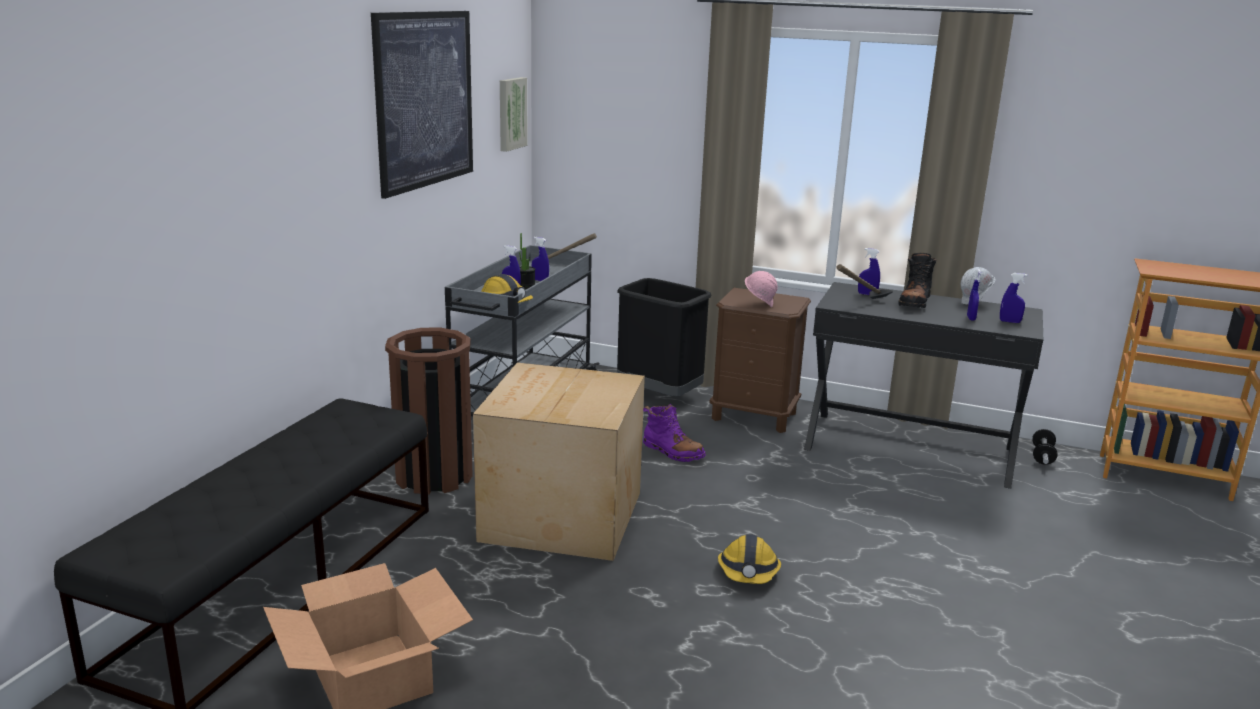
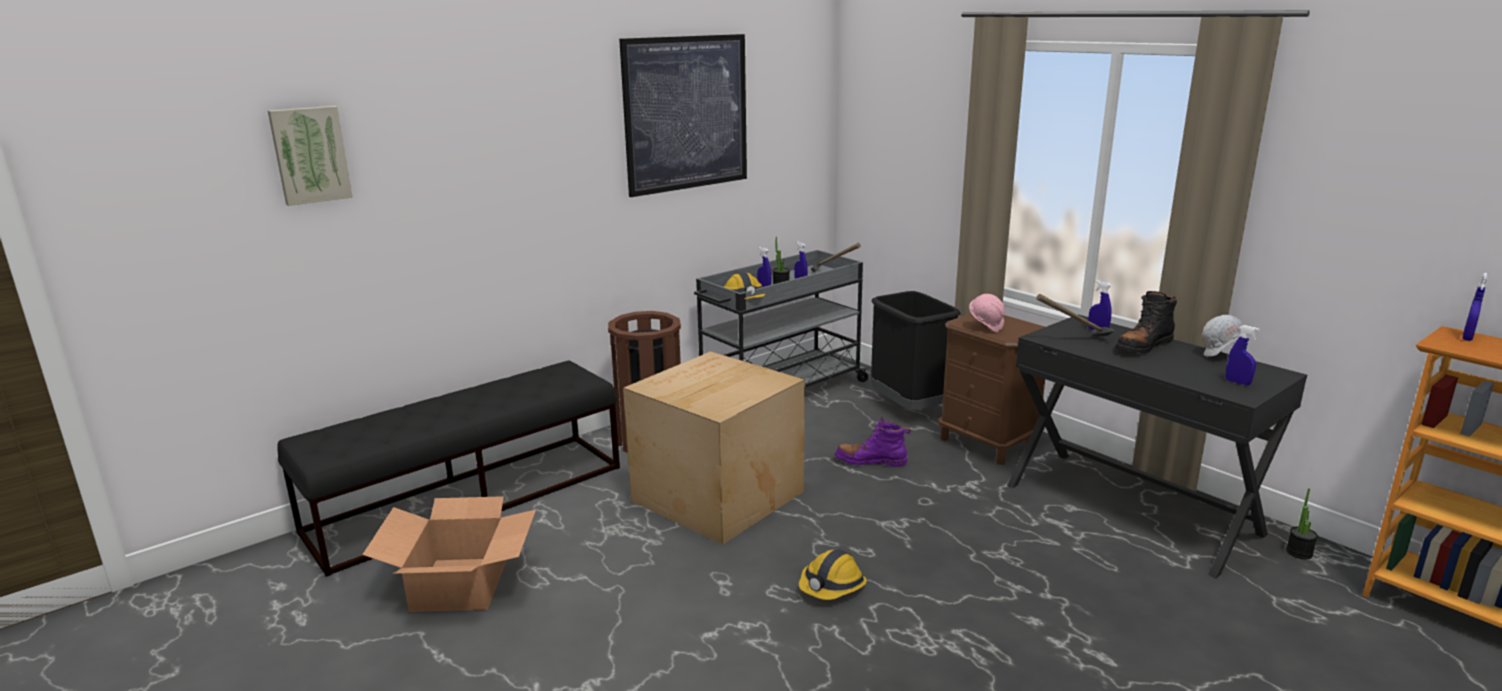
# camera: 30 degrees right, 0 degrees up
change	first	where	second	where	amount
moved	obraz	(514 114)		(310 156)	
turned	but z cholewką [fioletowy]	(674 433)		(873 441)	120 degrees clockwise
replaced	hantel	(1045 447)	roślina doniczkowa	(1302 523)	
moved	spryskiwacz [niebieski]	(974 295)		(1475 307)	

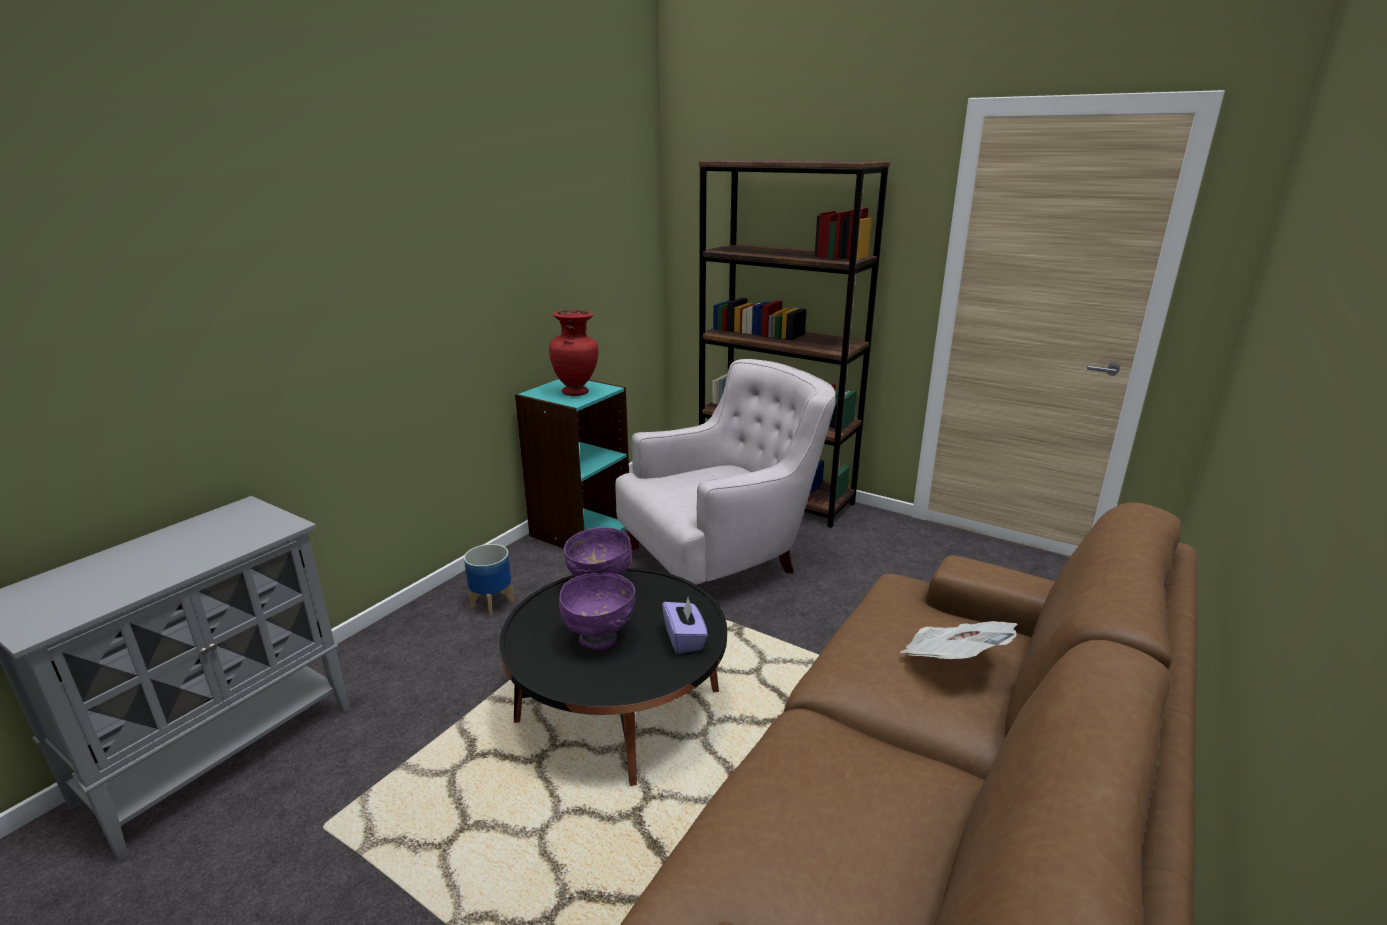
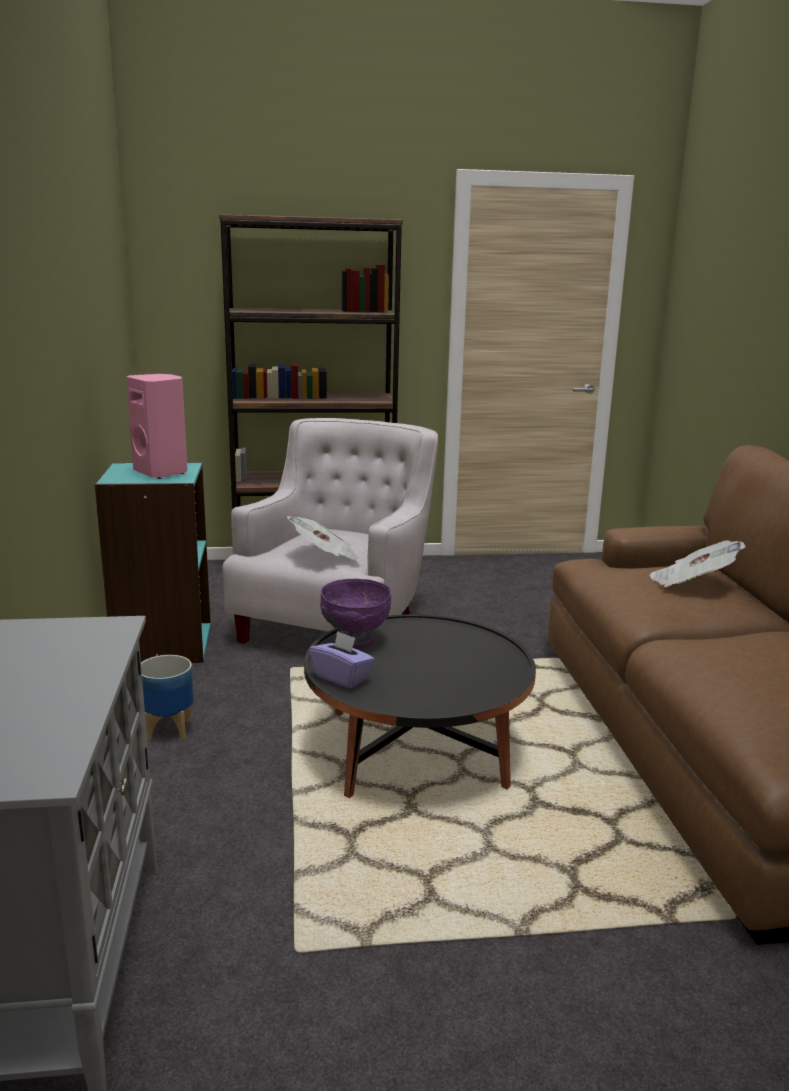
# camera: 40 degrees left, 5 degrees down
change	first	where	second	where	amount
replaced	wazon [czerwony]	(573 353)	głośnik [różowy]	(157 426)	
added			gazeta	(324 538)	
moved	pudełko chusteczek [fioletowy]	(685 626)		(342 659)	
removed	miska [fioletowy]	(597 611)			

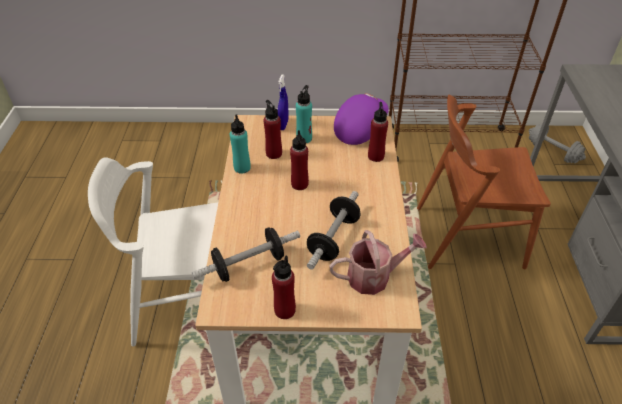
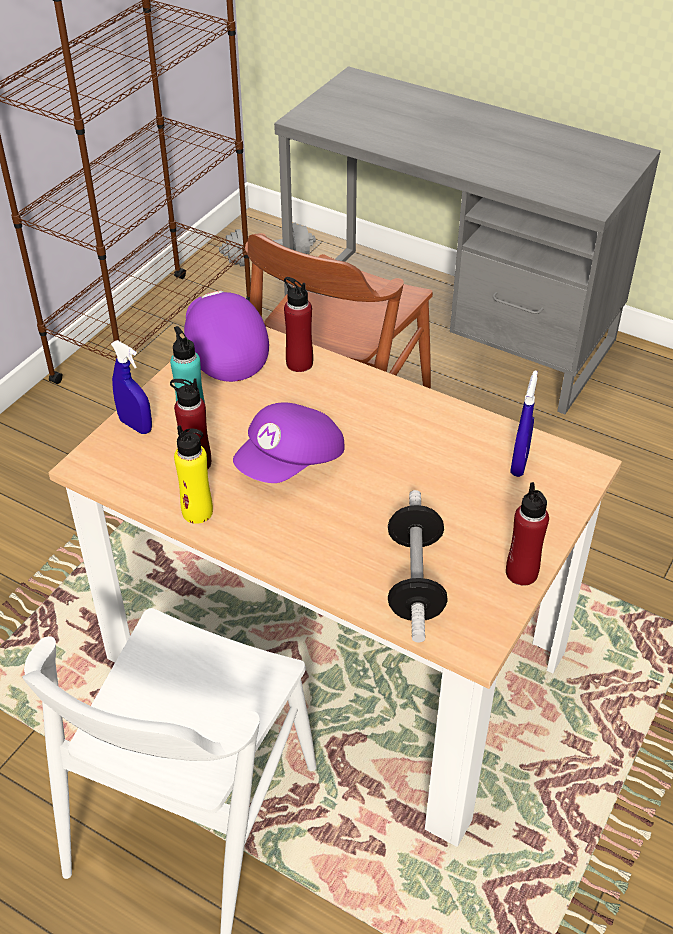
# camera: 60 degrees left, 0 degrees up
change	first	where	second	where	amount
recoloured	butelka [turkusowy]	(240 144)	butelka [żółty]	(193 474)	
replaced	butelka [czerwony]	(299 160)	czapka z daszkiem [fioletowy]	(288 442)	
replaced	konewka	(378 262)	spryskiwacz [niebieski]	(524 424)	
removed	hantel	(334 230)			

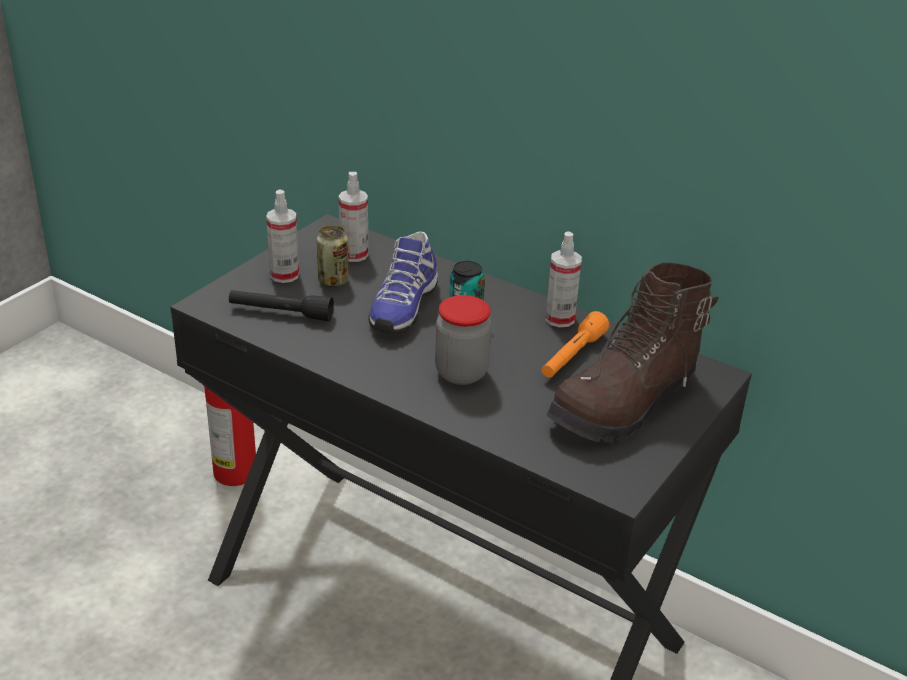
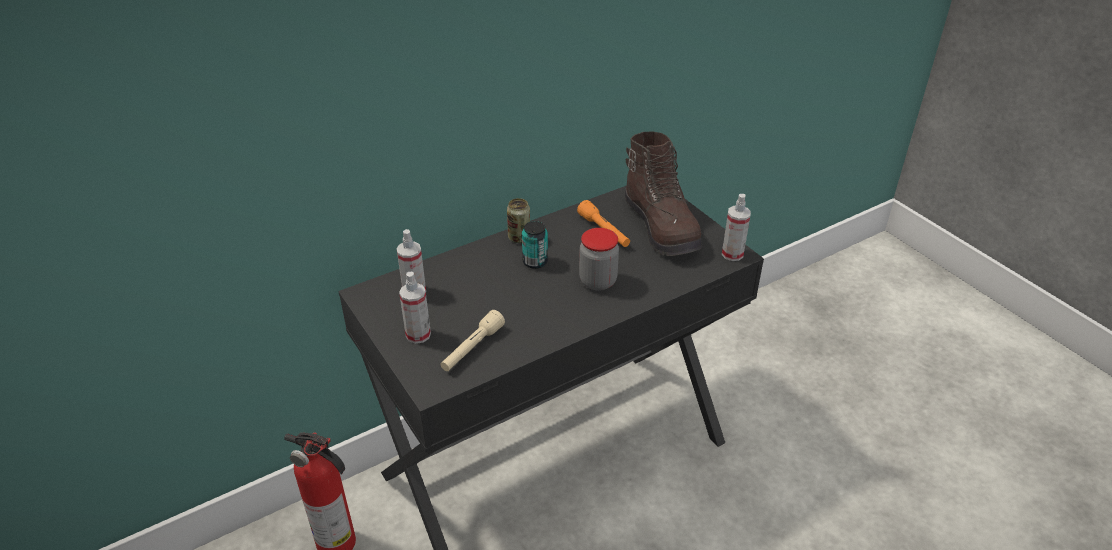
# camera: 65 degrees left, 5 degrees up
change	first	where	second	where	amount
recoloured	latarka [czarny]	(281 305)	latarka [beżowy]	(472 340)	
moved	puszka	(333 256)		(518 220)	
moved	spryskiwacz	(563 279)		(736 227)	
removed	but	(403 283)			

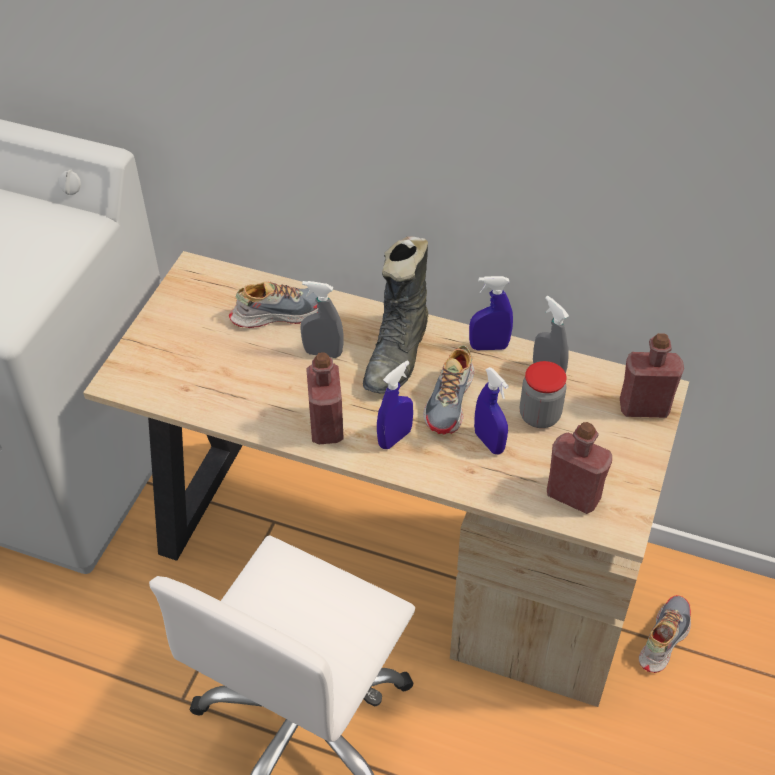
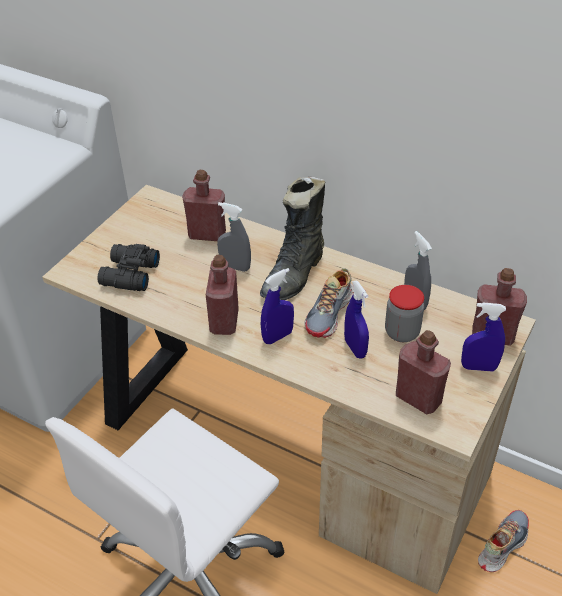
# camera: 10 degrees right, 5 degrees down
change	first	where	second	where	amount
added			lornetka [czarny]	(128 267)	
replaced	but	(273 305)	butelka [czerwony]	(204 205)	
moved	spryskiwacz [niebieski]	(491 313)		(483 337)	

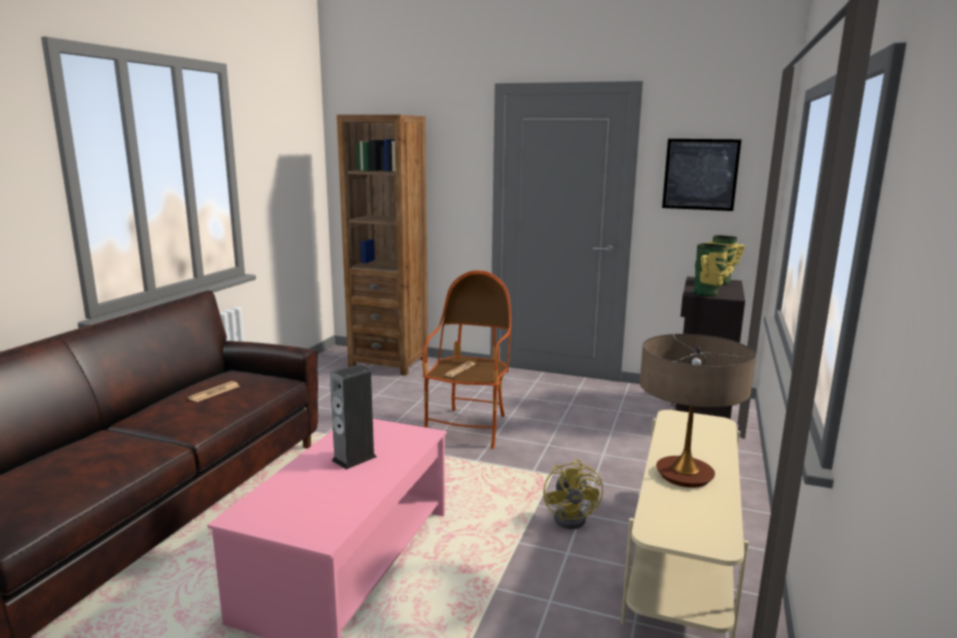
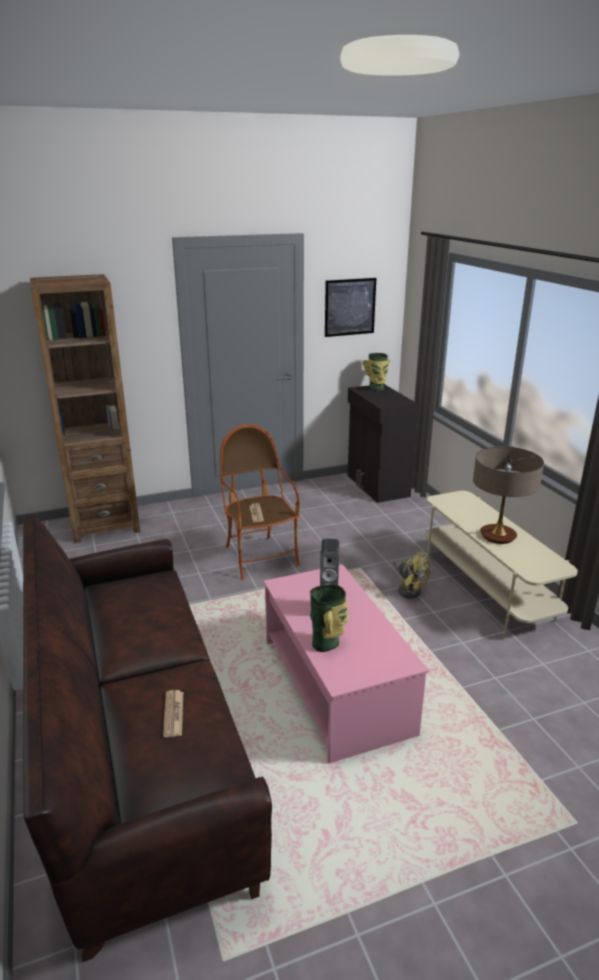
# camera: 40 degrees left, 10 degrees up
change	first	where	second	where	amount
moved	gazeta	(214 391)		(173 713)	
moved	wazon	(711 270)		(329 618)	

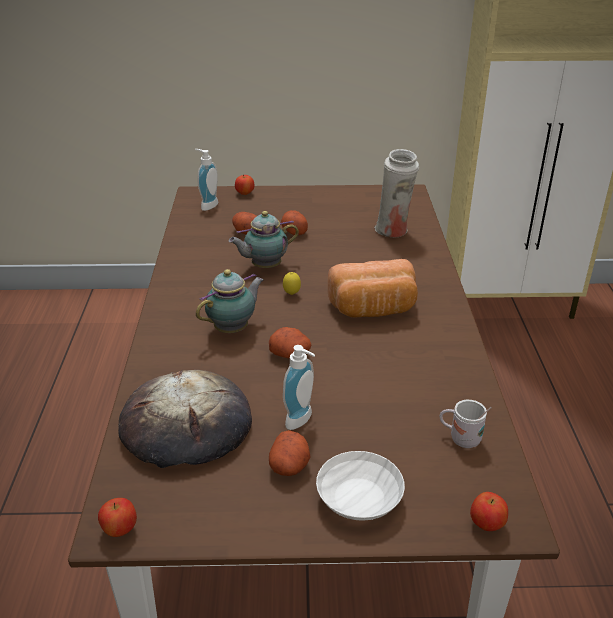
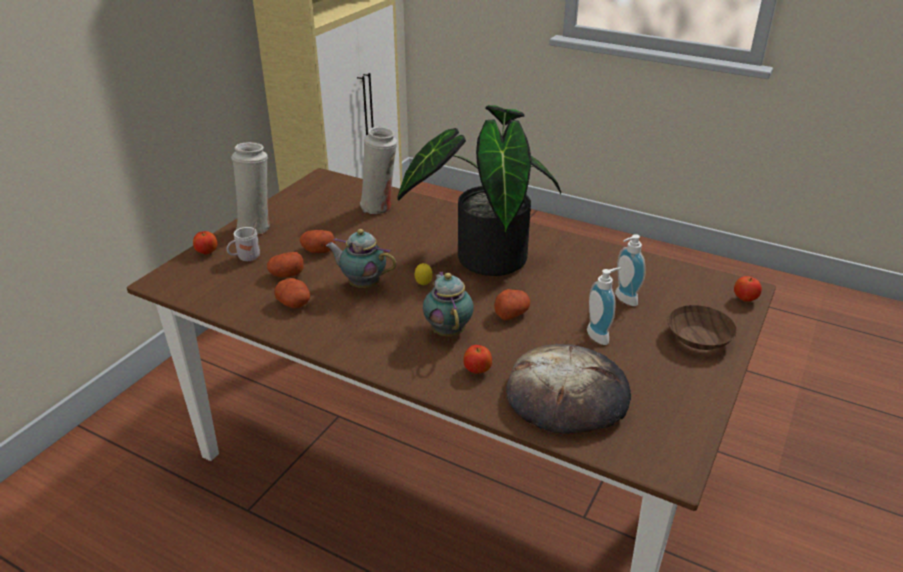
# camera: 60 degrees left, 0 degrees up
change	first	where	second	where	amount
moved	kubek [biały]	(466 424)		(243 241)	
added			wazon [biały]	(250 188)	
moved	ziemniak	(290 453)		(292 293)	
turned	imbryk	(263 239)		(361 258)	105 degrees clockwise
replaced	chleb	(373 288)	roślina doniczkowa	(479 190)	
moved	jabłko	(117 517)		(477 359)	
moved	dozownik mydła	(206 180)		(630 270)	
recoloured	miska [biały]	(360 486)	miska [brązowy]	(702 327)	

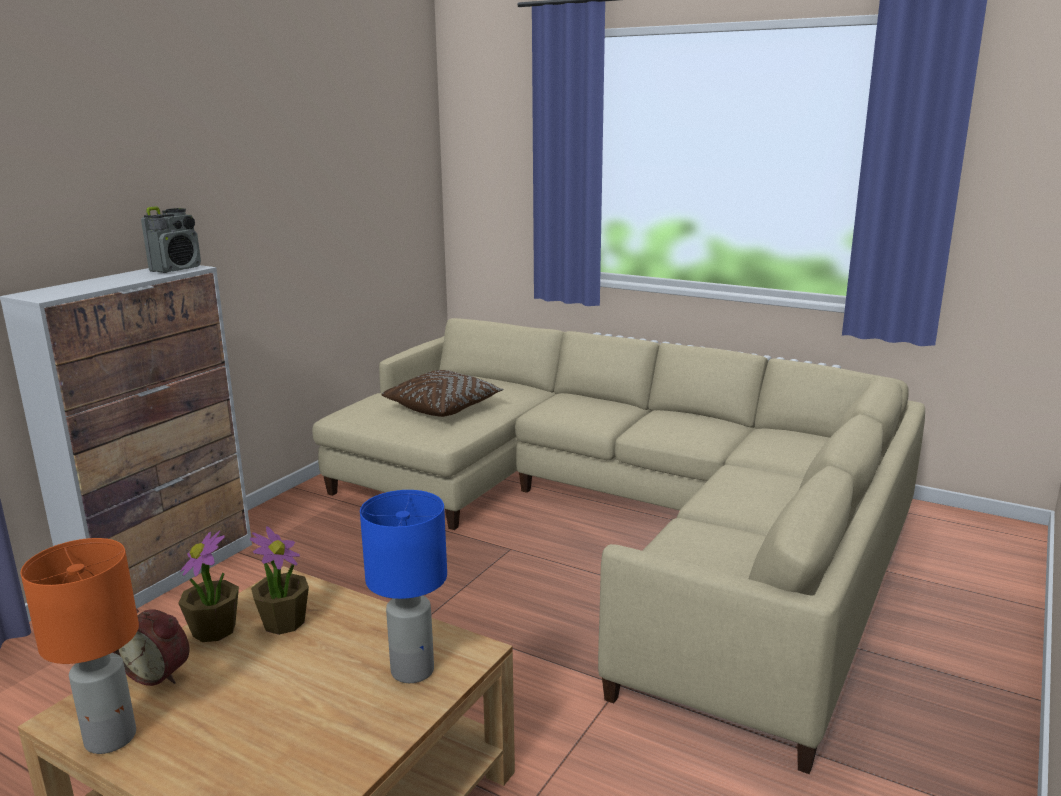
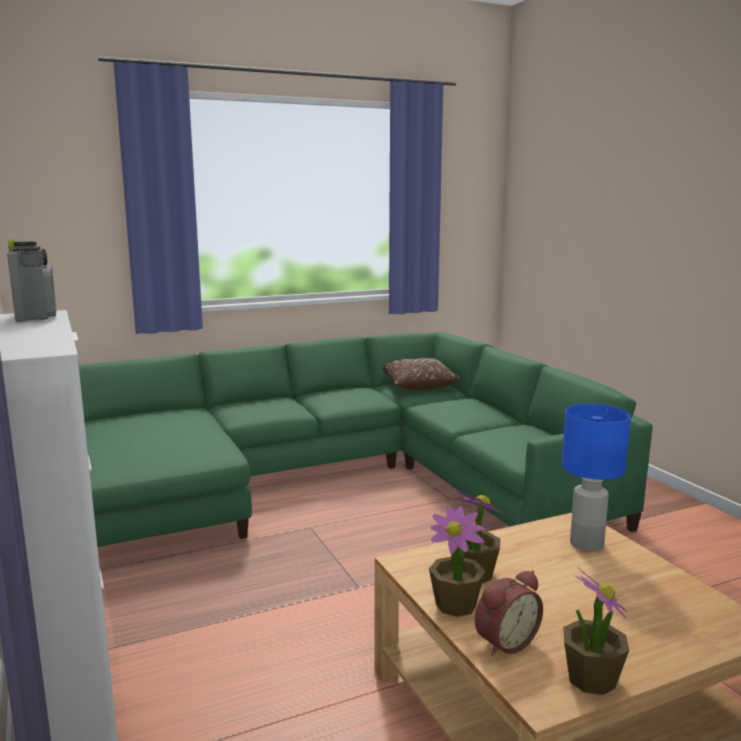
# camera: 55 degrees left, 5 degrees down
change	first	where	second	where	amount
recoloured	kanapa [beżowy]	(618 546)	kanapa [zielony]	(366 439)	
moved	poduszka [brązowy]	(442 393)		(422 374)	
replaced	lampa stołowa [pomarańczowy]	(79 646)	roślina doniczkowa	(596 631)	

